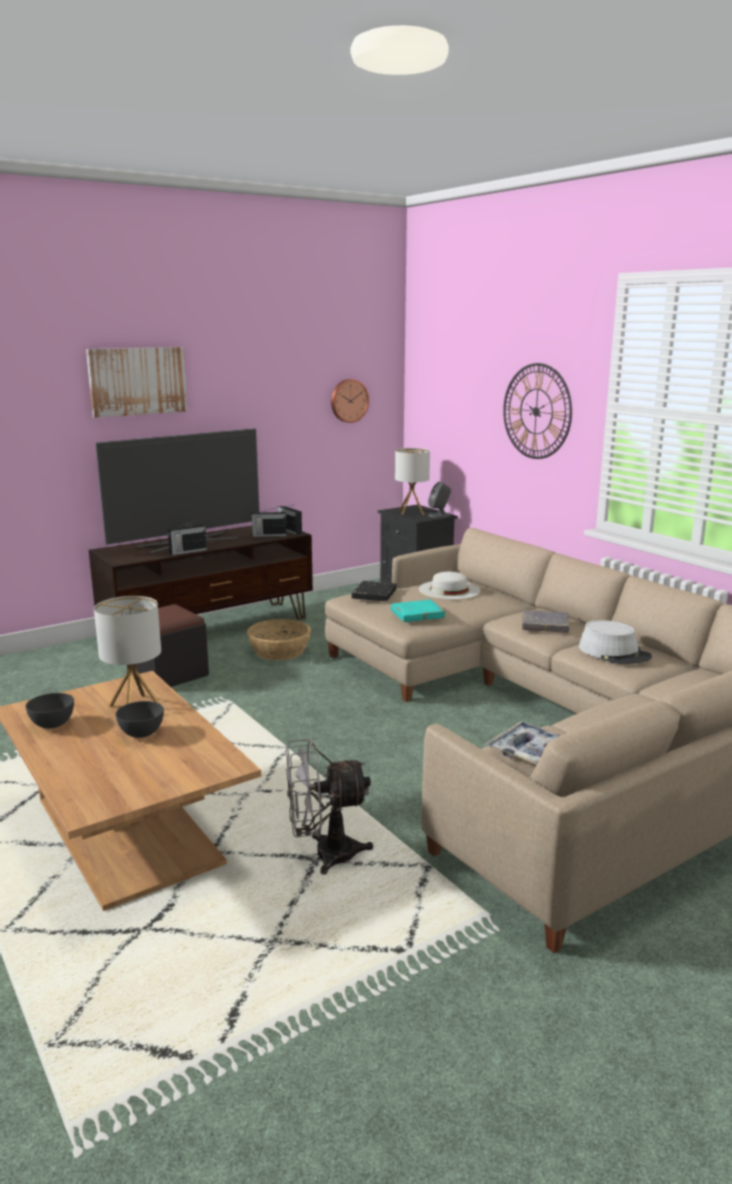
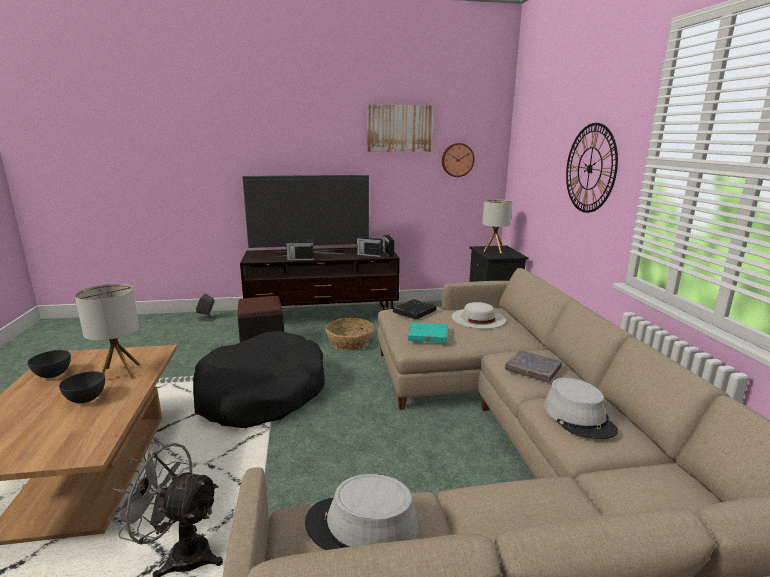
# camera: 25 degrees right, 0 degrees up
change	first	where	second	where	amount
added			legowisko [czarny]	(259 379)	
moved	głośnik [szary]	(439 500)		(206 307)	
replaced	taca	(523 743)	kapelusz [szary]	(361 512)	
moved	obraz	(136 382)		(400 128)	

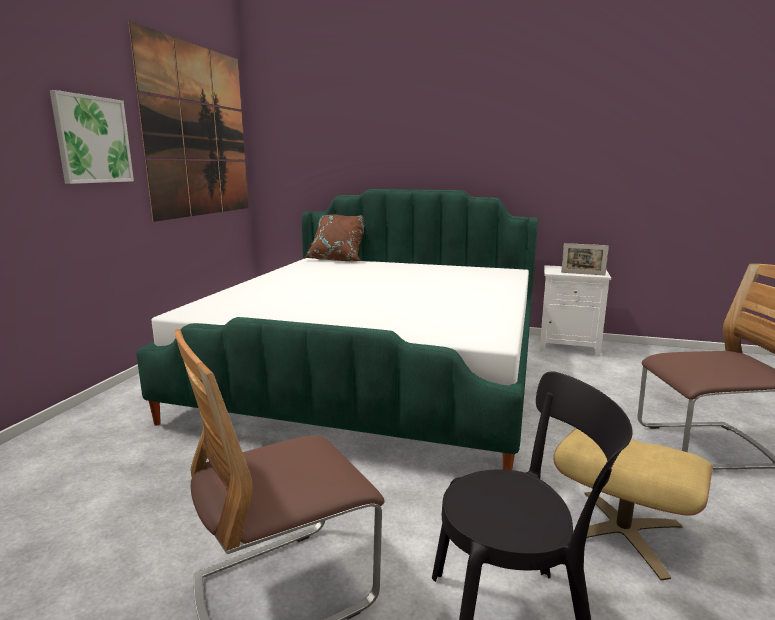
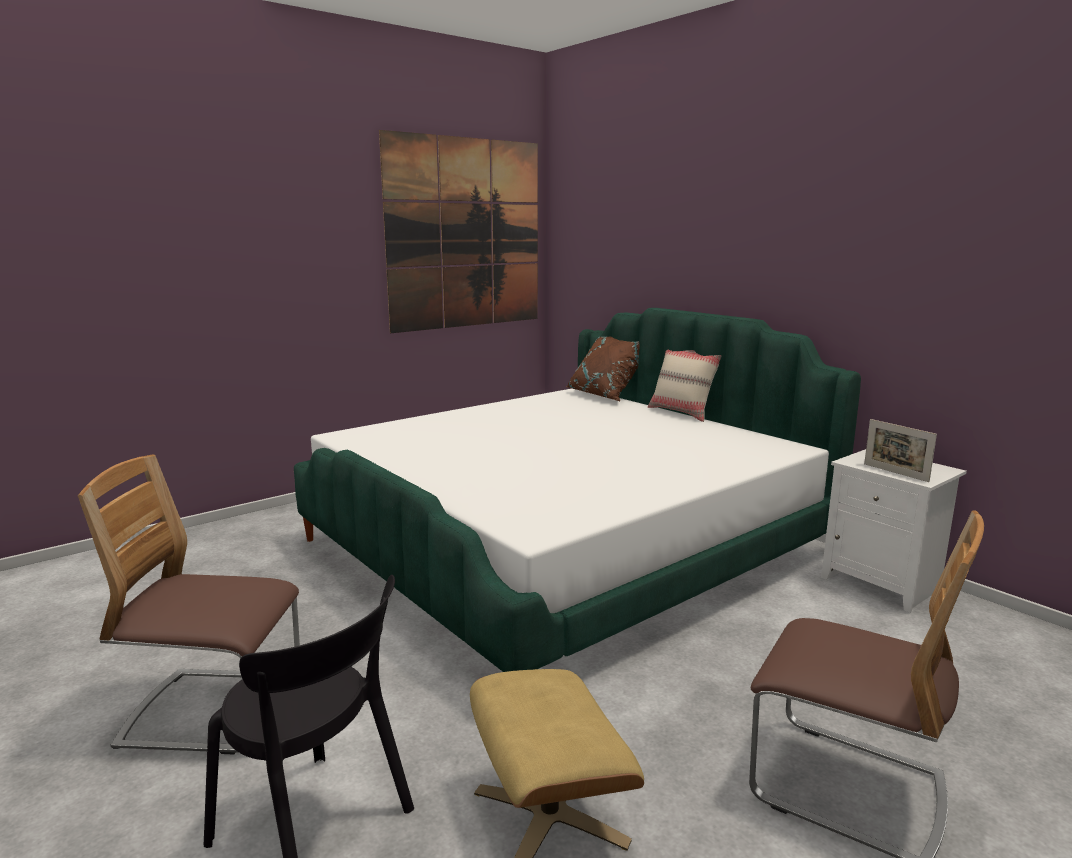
# camera: 35 degrees right, 0 degrees up
change	first	where	second	where	amount
added			poduszka [beżowy]	(685 386)	
removed	obraz	(92 137)			

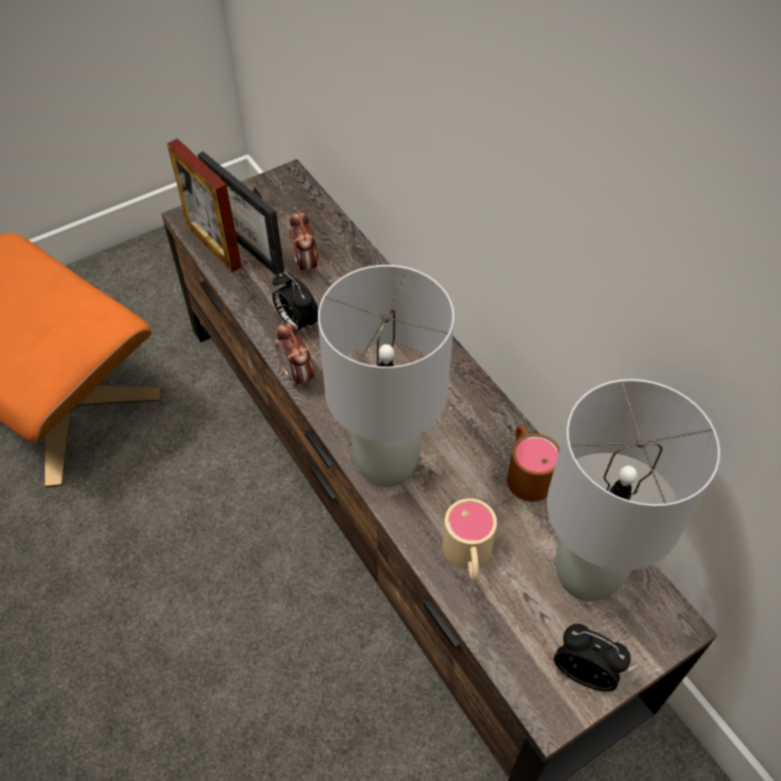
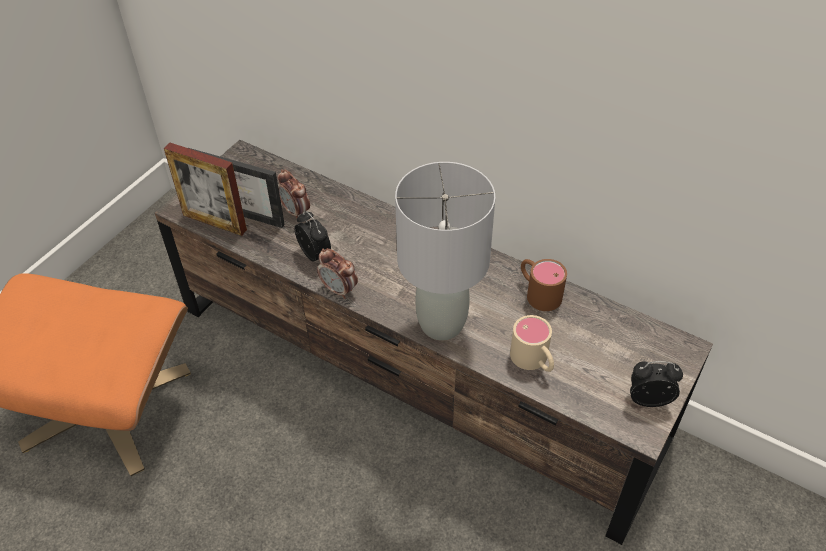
# camera: 25 degrees left, 5 degrees down
change	first	where	second	where	amount
turned	budzik	(295 303)		(313 236)	150 degrees counterclockwise
removed	lampa stołowa [szary]	(633 490)			

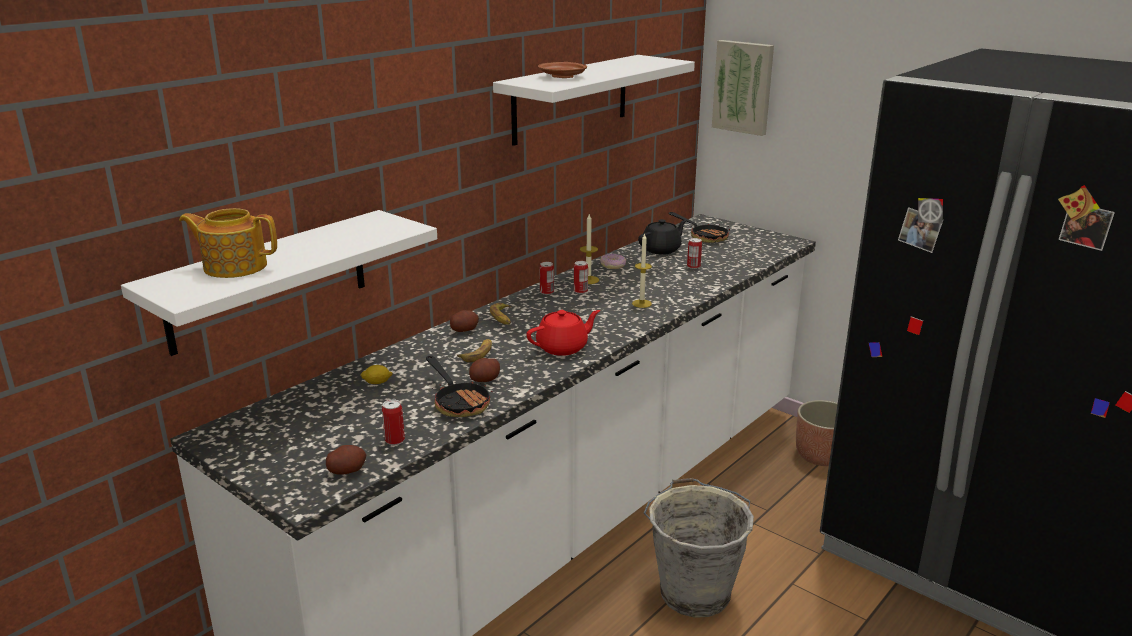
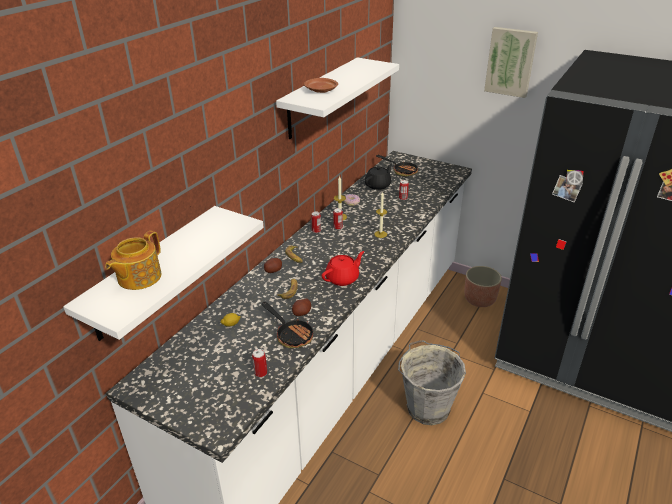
# camera: 10 degrees left, 10 degrees up
change	first	where	second	where	amount
turned	imbryk	(228 243)		(133 260)	60 degrees counterclockwise
moved	obraz	(743 88)		(511 62)	
removed	ziemniak	(346 460)			

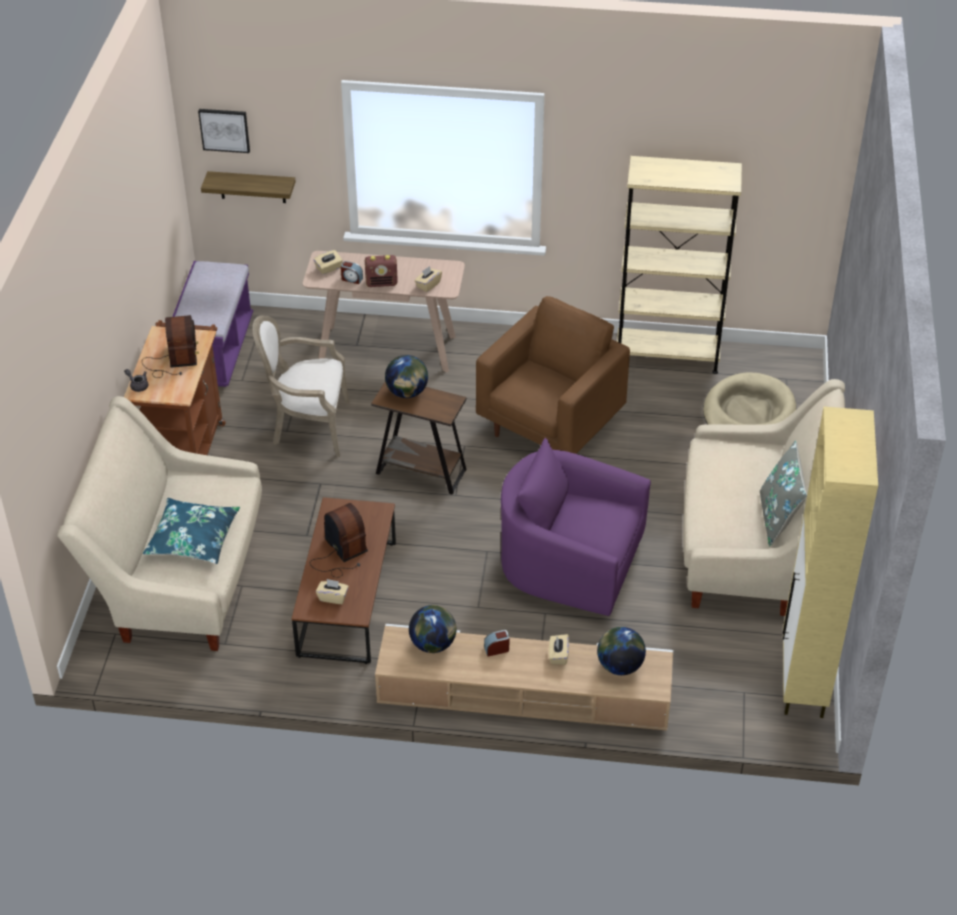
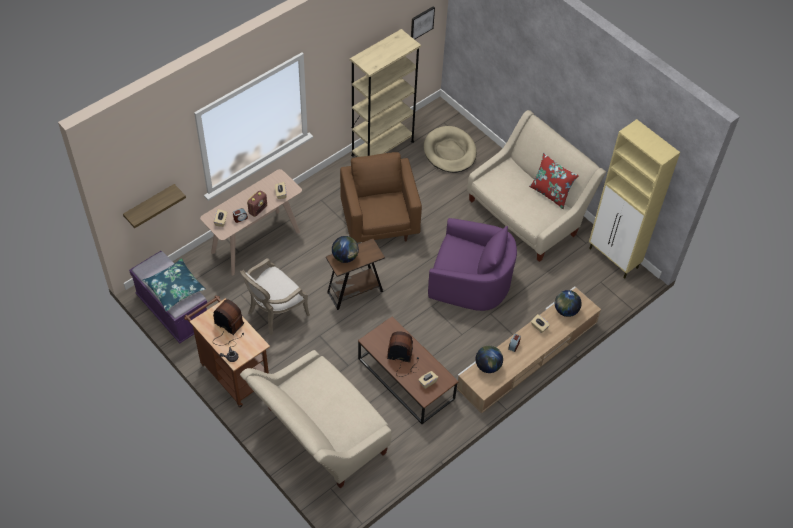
# camera: 50 degrees left, 10 degrees up
change	first	where	second	where	amount
moved	poduszka [niebieski]	(191 531)		(174 285)	
moved	obraz	(224 131)		(423 23)	
turned	fotel [fioletowy]	(576 527)		(472 264)	135 degrees counterclockwise
recoloured	poduszka [szary]	(783 493)	poduszka [czerwony]	(554 181)	

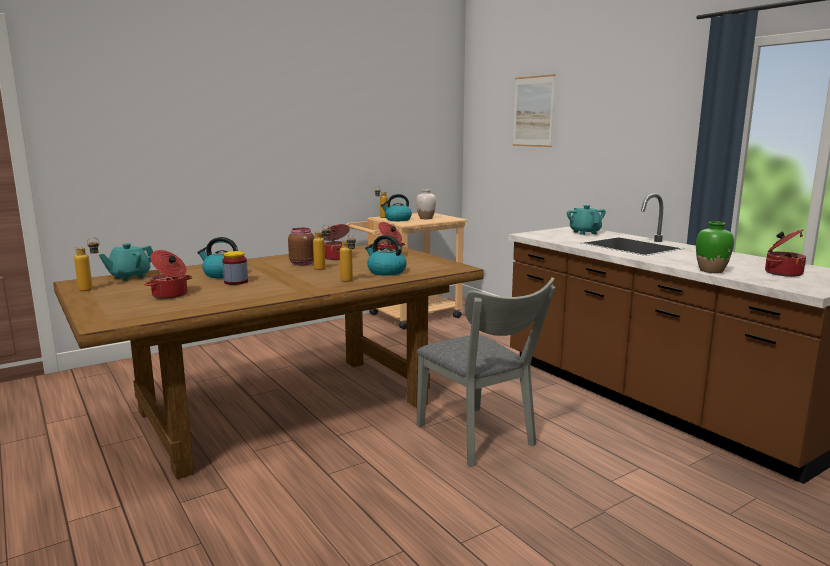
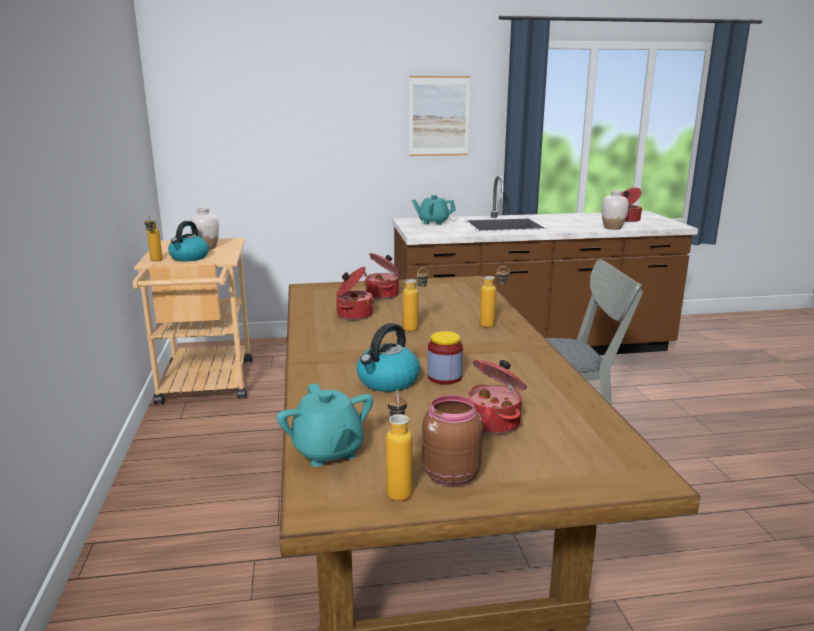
# camera: 65 degrees left, 5 degrees up
change	first	where	second	where	amount
moved	obraz	(534 110)		(439 116)	
moved	słoik [brązowy]	(301 247)		(452 440)	
recoloured	wazon [zielony]	(715 247)	wazon [biały]	(615 210)	
removed	czajnik	(386 255)			

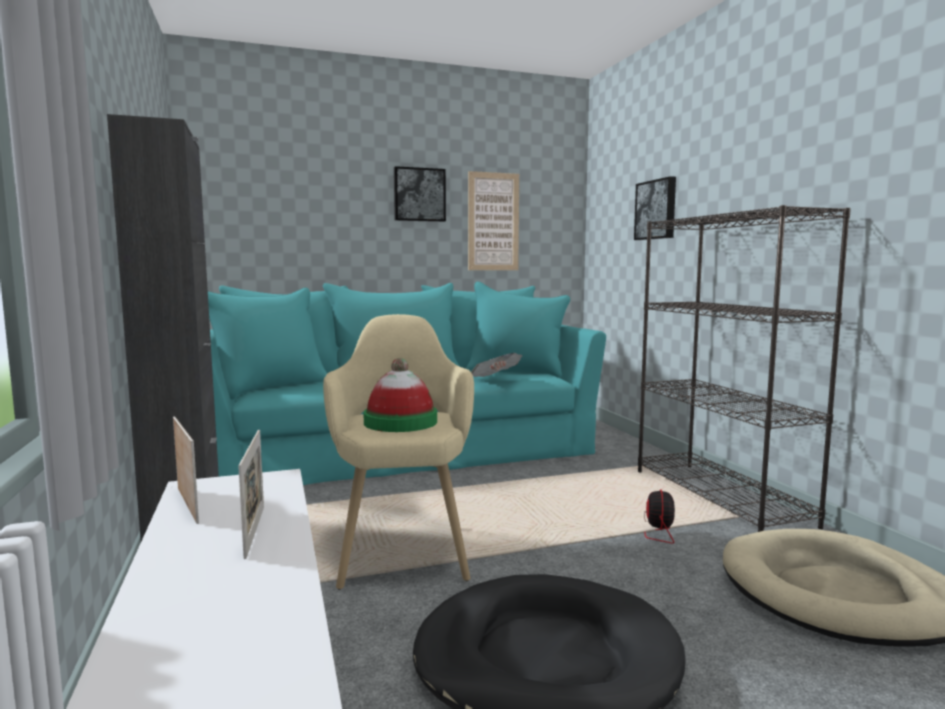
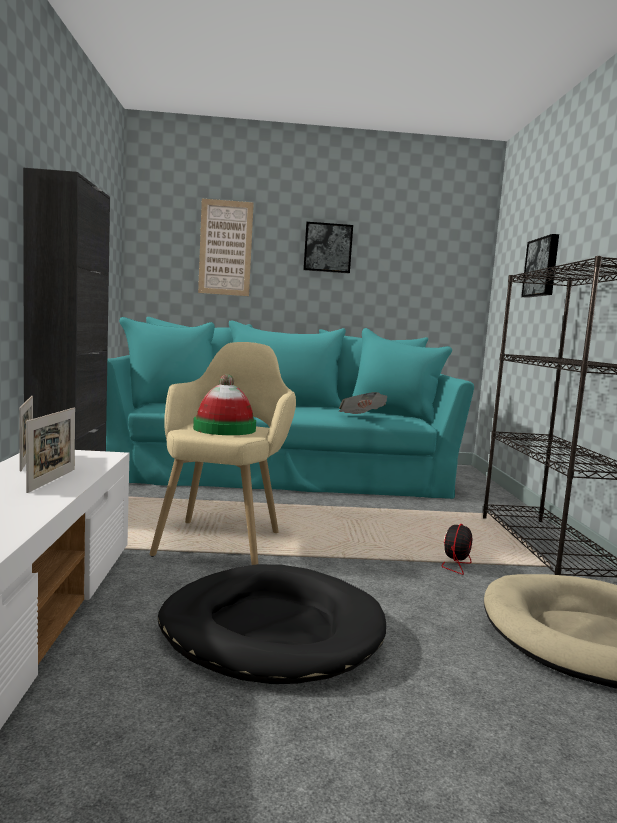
# camera: 15 degrees right, 0 degrees up
change	first	where	second	where	amount
moved	obraz	(493 220)		(226 247)	

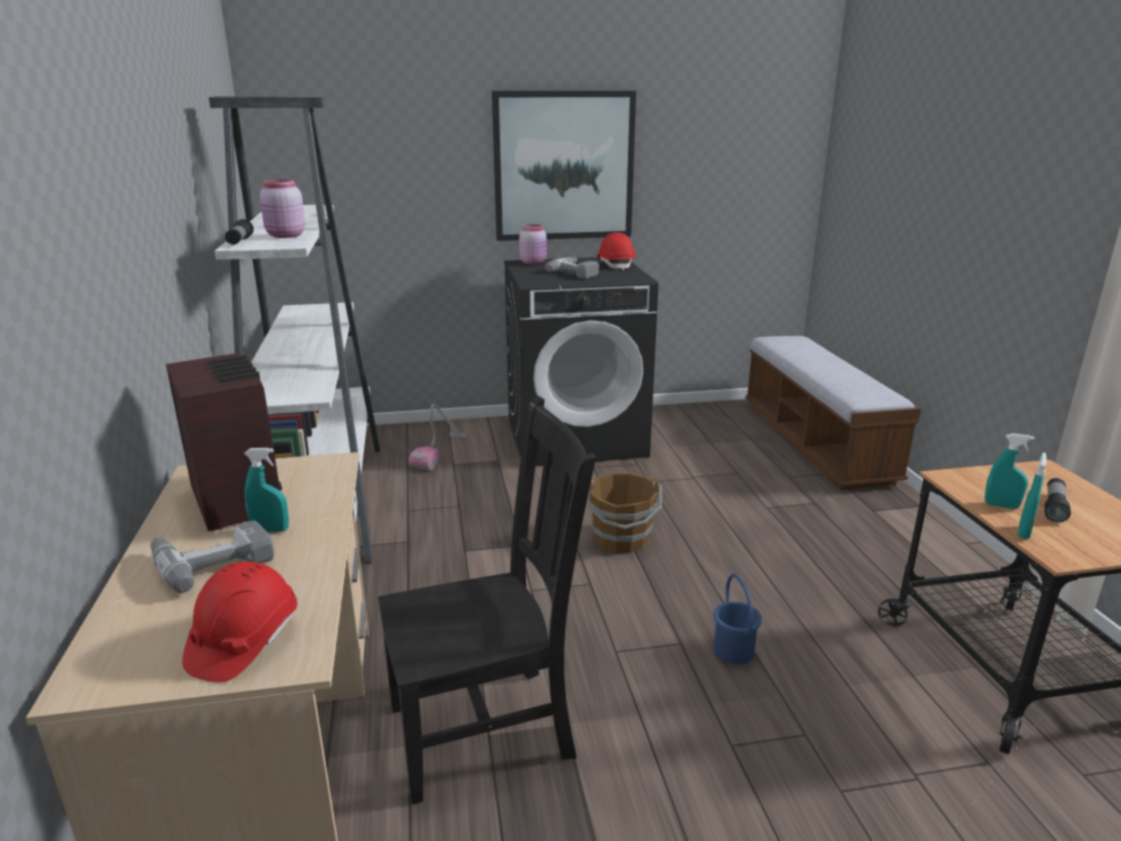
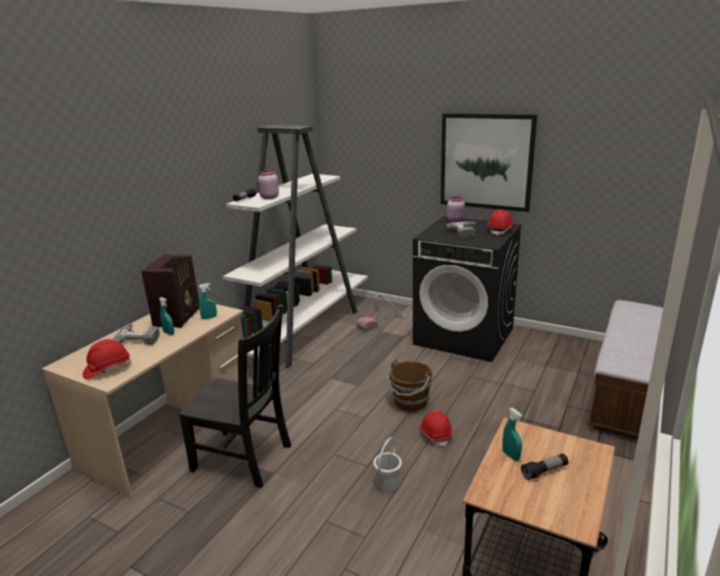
# camera: 40 degrees right, 0 degrees up
change	first	where	second	where	amount
moved	spryskiwacz [turkusowy]	(1032 495)		(208 301)	
recoloured	wiadro [niebieski]	(737 619)	wiadro [biały]	(387 464)	
added			kask [czerwony]	(436 428)	

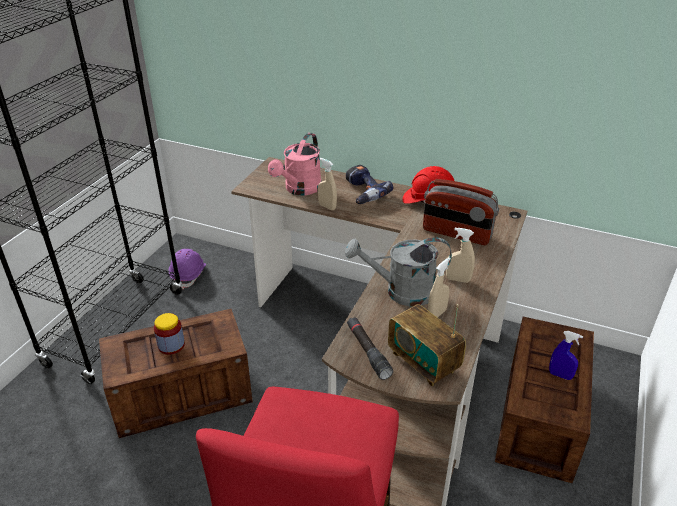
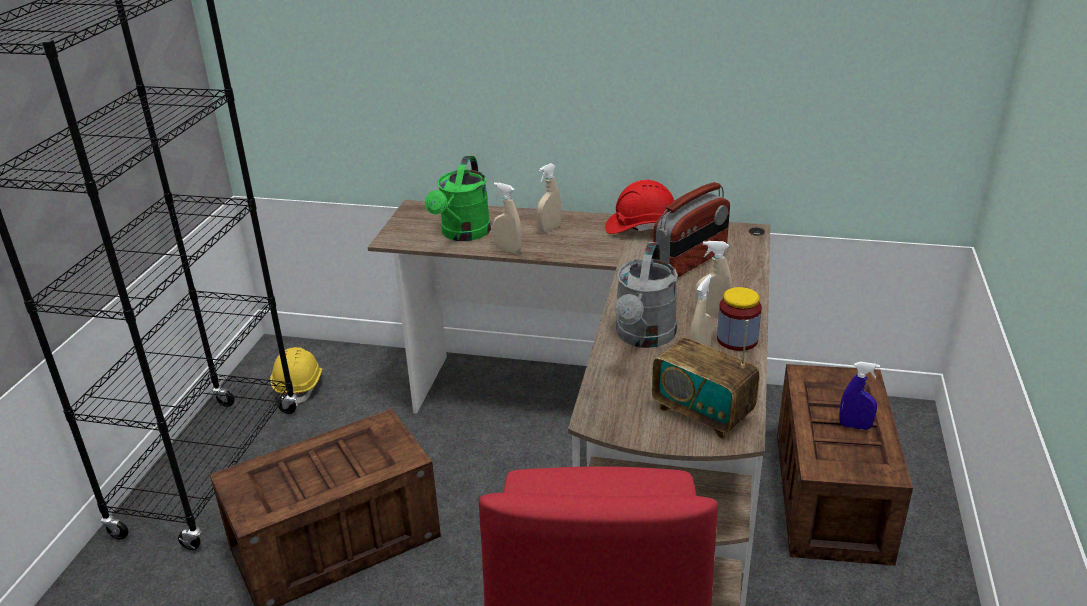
# camera: 10 degrees left, 5 degrees down
change	first	where	second	where	amount
recoloured	kask [fioletowy]	(187 269)	kask [żółty]	(296 376)	
recoloured	konewka [różowy]	(294 164)	konewka [zielony]	(458 198)	
replaced	wiertarka	(369 184)	spryskiwacz [beżowy]	(549 198)	
turned	konewka [szary]	(398 272)		(646 295)	60 degrees counterclockwise
turned	radio	(461 212)		(691 230)	60 degrees counterclockwise
moved	słoik	(169 334)		(739 319)	
removed	latarka [czarny]	(370 348)			

